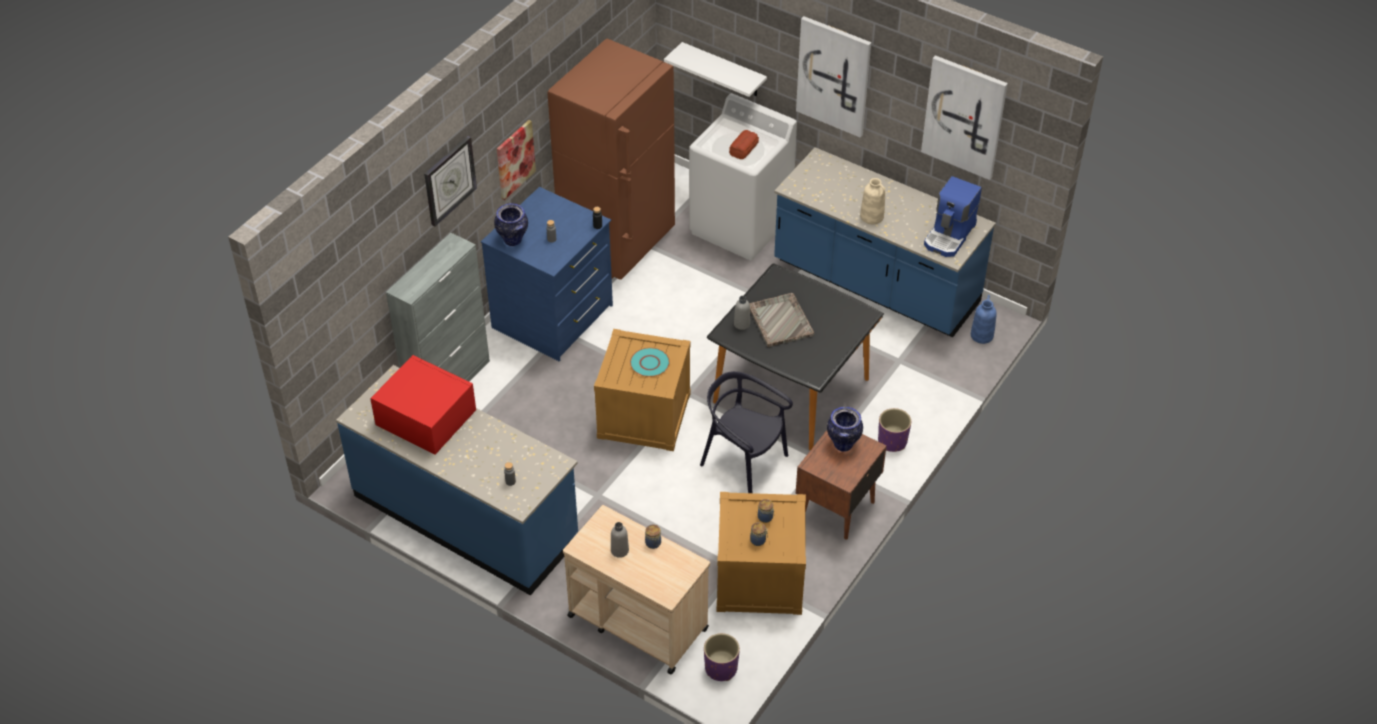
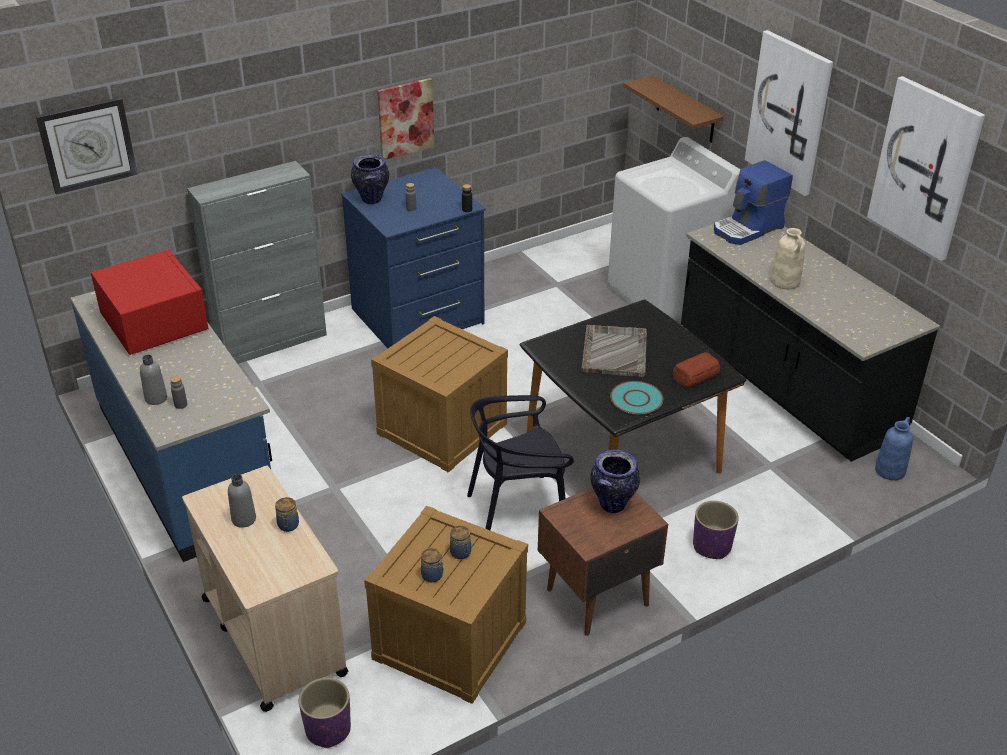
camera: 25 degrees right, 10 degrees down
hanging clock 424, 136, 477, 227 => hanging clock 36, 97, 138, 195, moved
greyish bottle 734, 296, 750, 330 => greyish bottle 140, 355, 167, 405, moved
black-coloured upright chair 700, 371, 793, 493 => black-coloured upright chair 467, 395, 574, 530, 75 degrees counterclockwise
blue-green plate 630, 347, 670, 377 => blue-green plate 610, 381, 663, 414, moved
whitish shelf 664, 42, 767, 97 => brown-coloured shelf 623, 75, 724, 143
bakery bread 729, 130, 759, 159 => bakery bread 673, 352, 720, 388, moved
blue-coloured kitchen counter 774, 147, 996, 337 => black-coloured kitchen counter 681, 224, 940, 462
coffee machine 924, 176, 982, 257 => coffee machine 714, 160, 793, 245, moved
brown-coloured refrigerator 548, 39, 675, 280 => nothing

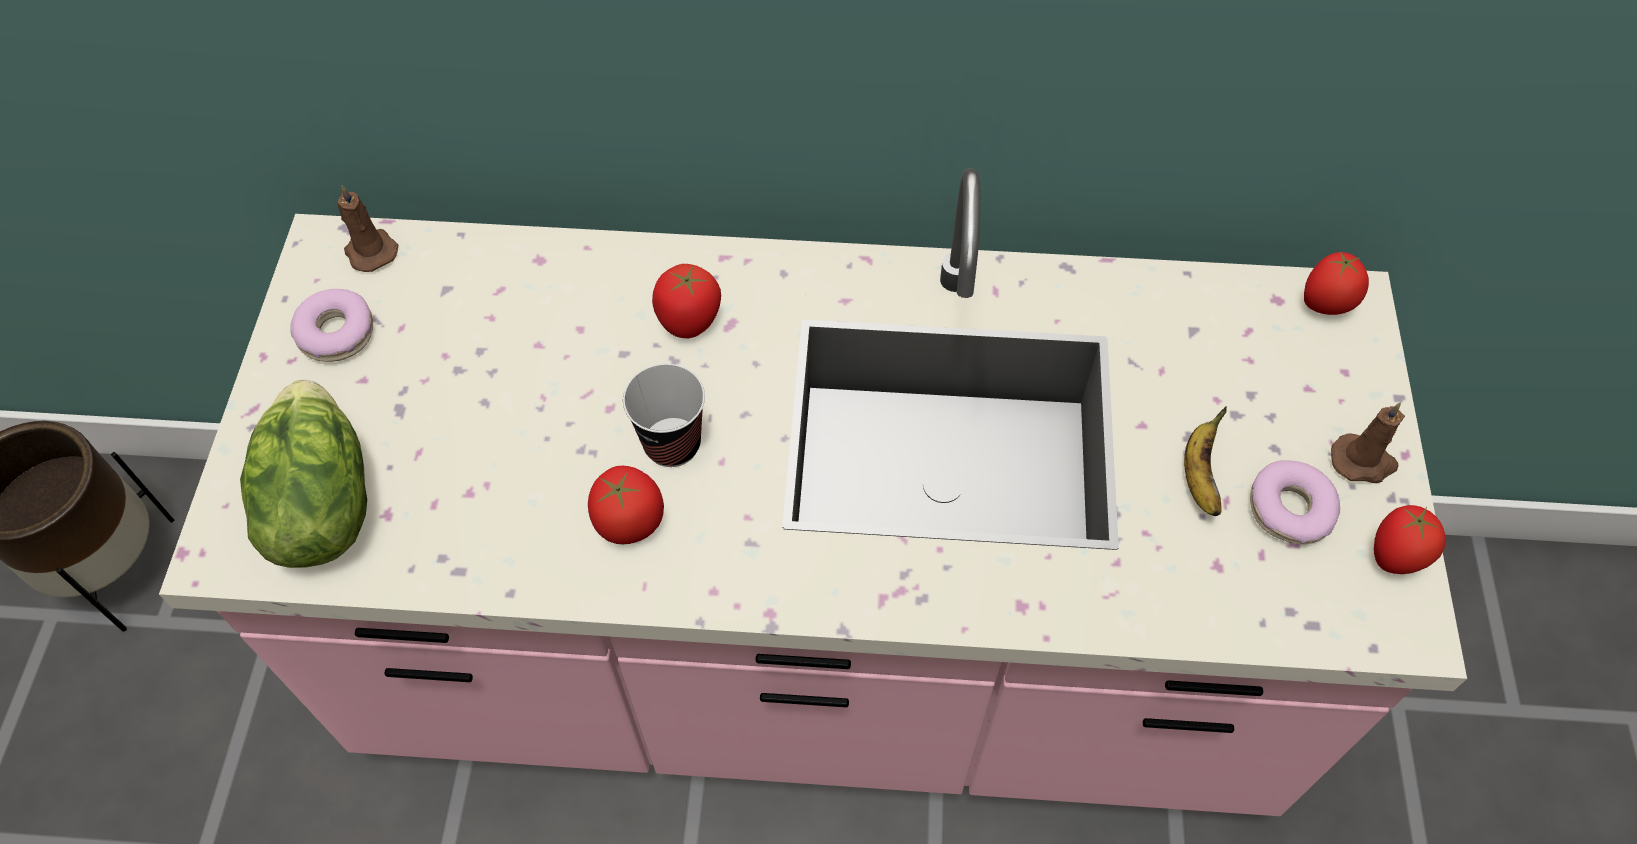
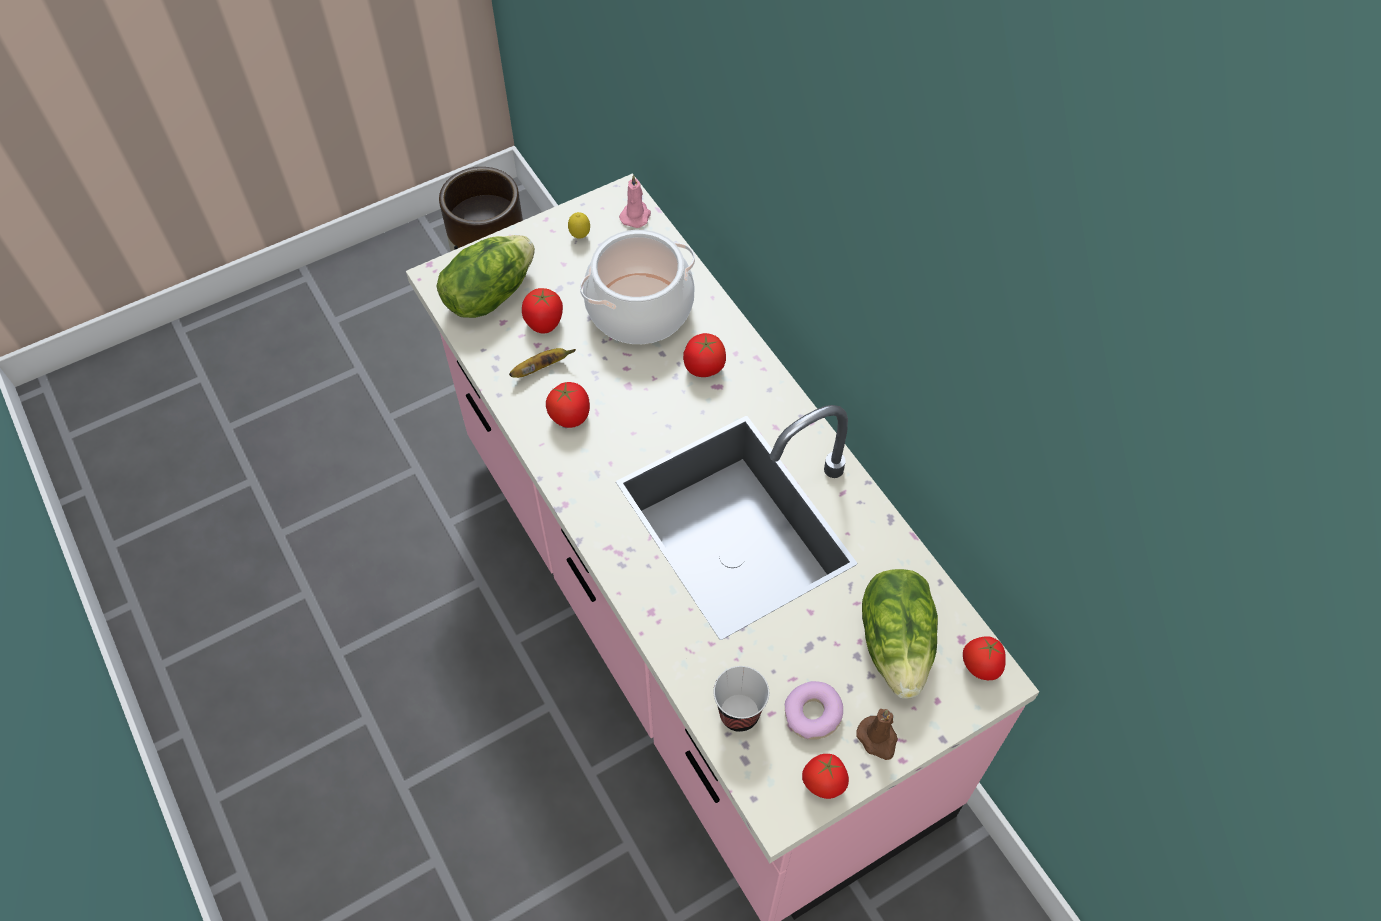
camera: 55 degrees right, 0 degrees up
banana 1184, 406, 1227, 516 => banana 509, 348, 576, 378, moved
nothing => fresh tomato 522, 288, 563, 334
ring doughnut 291, 289, 373, 362 => citrus fruit 568, 212, 590, 239
nothing => stockpot 580, 230, 695, 344
brown-coloured candle 337, 185, 398, 272 => pink-coloured candle 619, 174, 651, 228
drinking cup 623, 364, 705, 467 => drinking cup 713, 666, 769, 732, moved
nothing => head of lettuce 862, 569, 938, 699

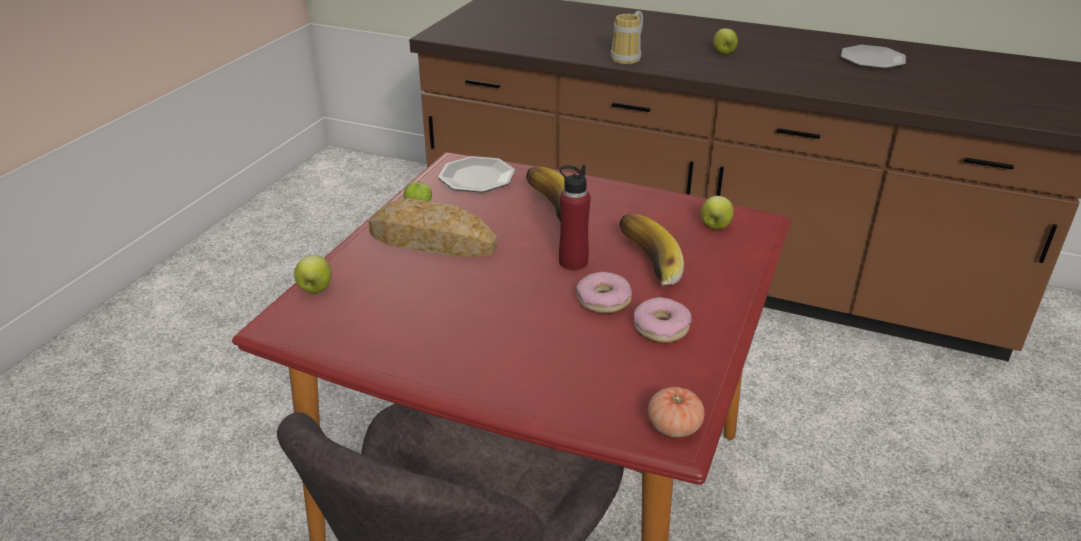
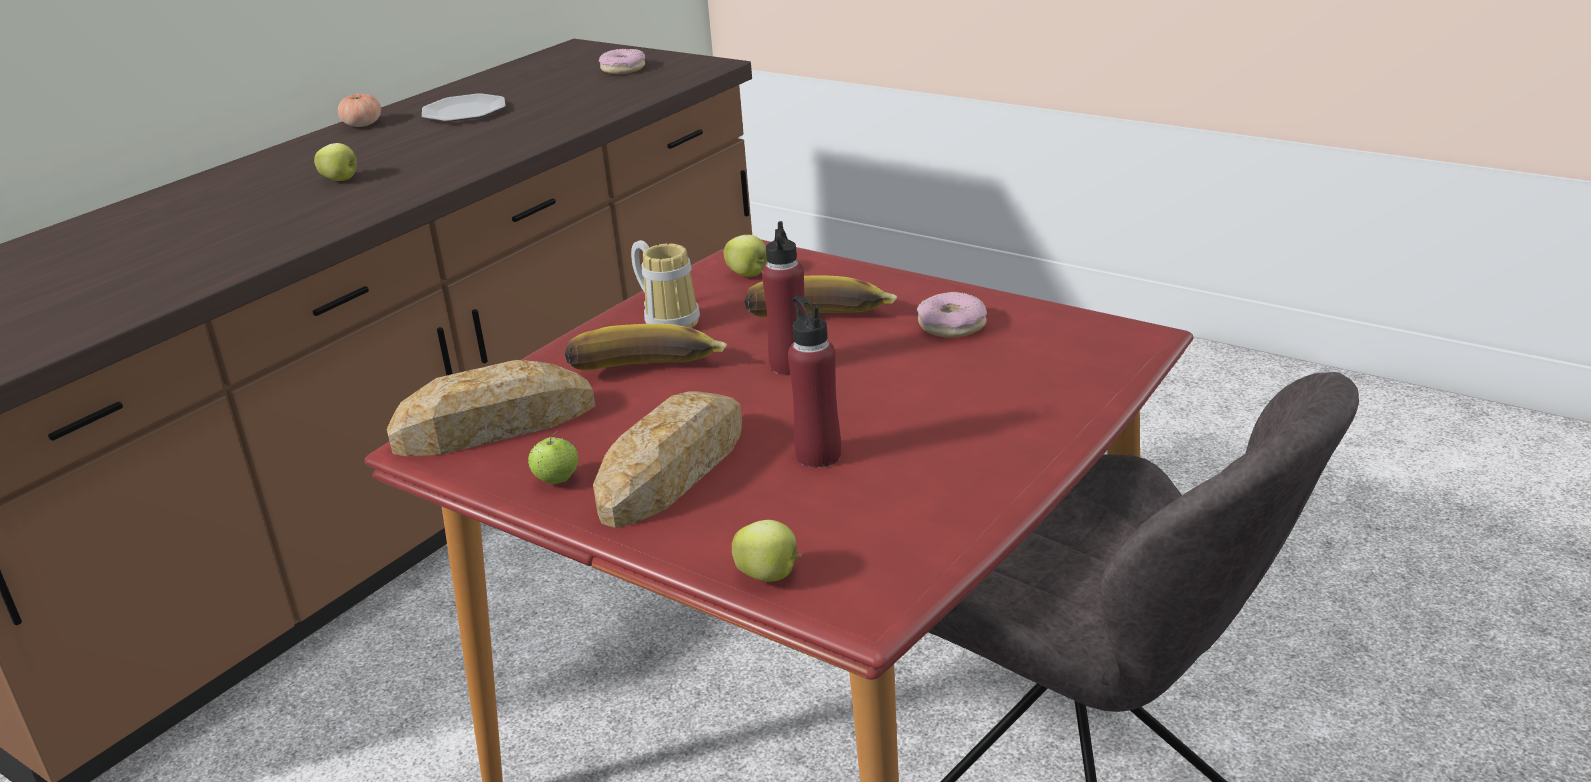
camera: 75 degrees left, 5 degrees down
fresh tomato 648, 387, 704, 437 => fresh tomato 338, 94, 381, 127, moved
plate 438, 156, 515, 193 => bakery bread 387, 360, 595, 456
ring doughnut 576, 272, 632, 313 => ring doughnut 599, 49, 645, 74, moved
mug 611, 11, 643, 64 => mug 631, 240, 700, 328, moved
nothing => red bottle 788, 295, 841, 468

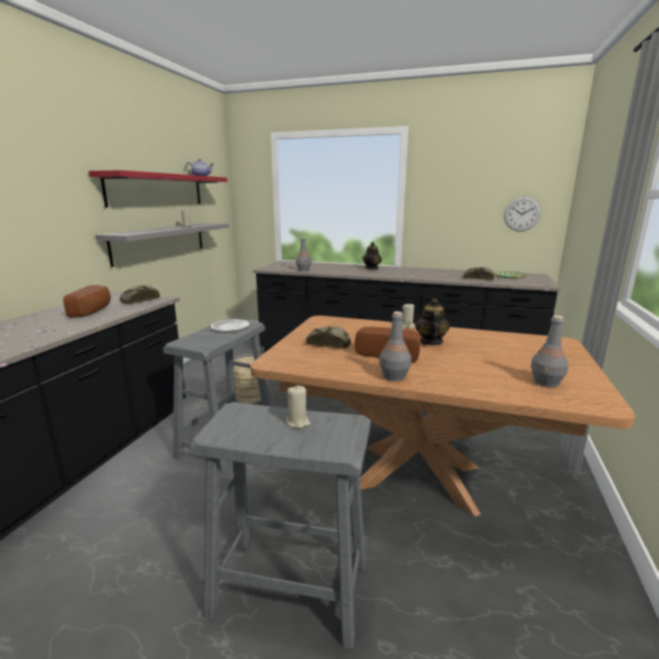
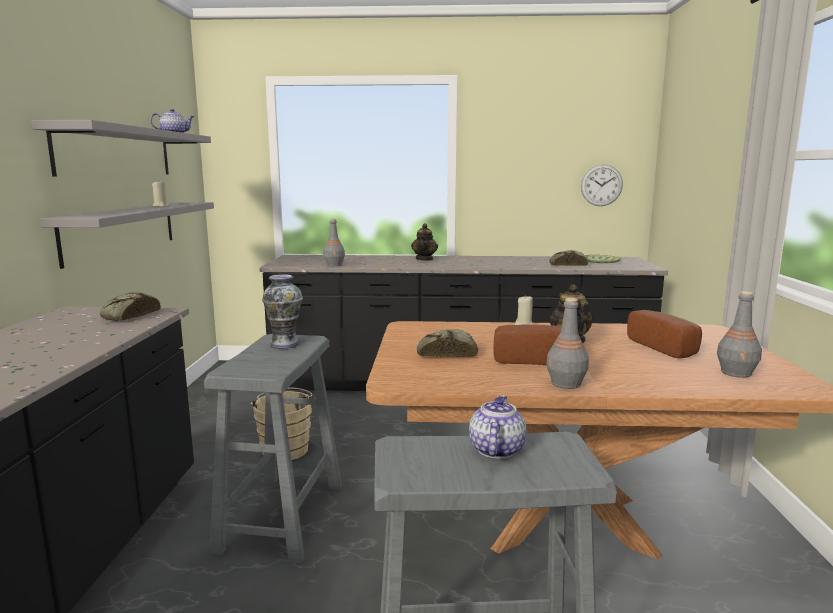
camera: 15 degrees left, 5 degrees down
red shelf 89, 170, 227, 208 => greyish shelf 31, 120, 211, 177
plate 211, 319, 250, 332 => decorative vase 262, 274, 303, 349
beige-coloured candle 286, 385, 310, 428 => teapot 469, 395, 526, 459
bakery bread 63, 285, 111, 317 => bakery bread 627, 310, 702, 358, moved

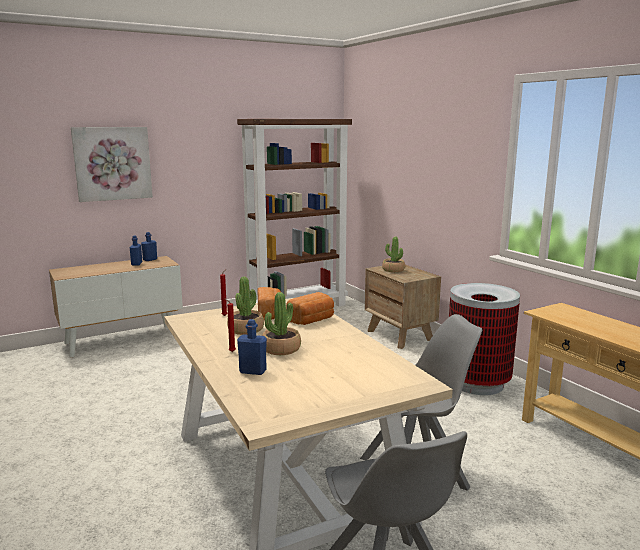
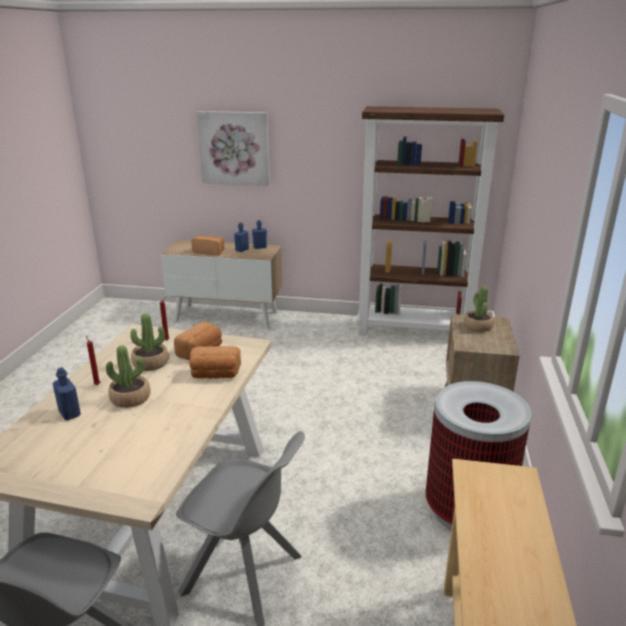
camera: 40 degrees right, 10 degrees up
nothing => bakery bread 191, 235, 224, 255

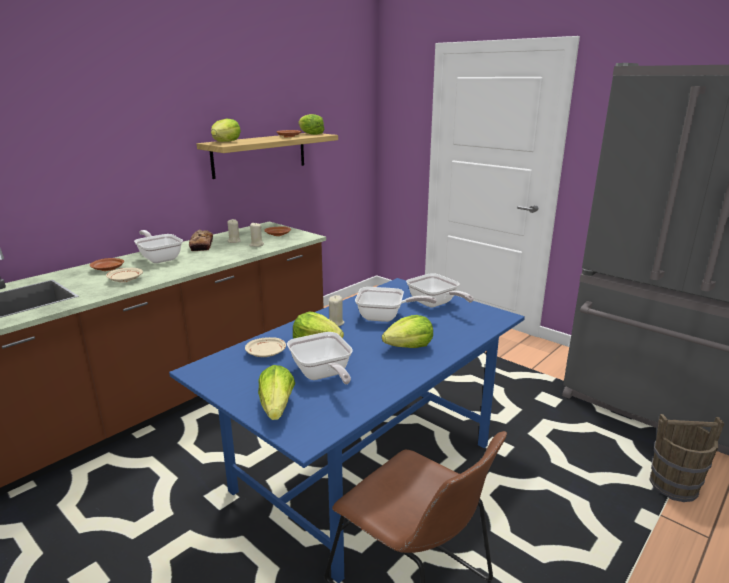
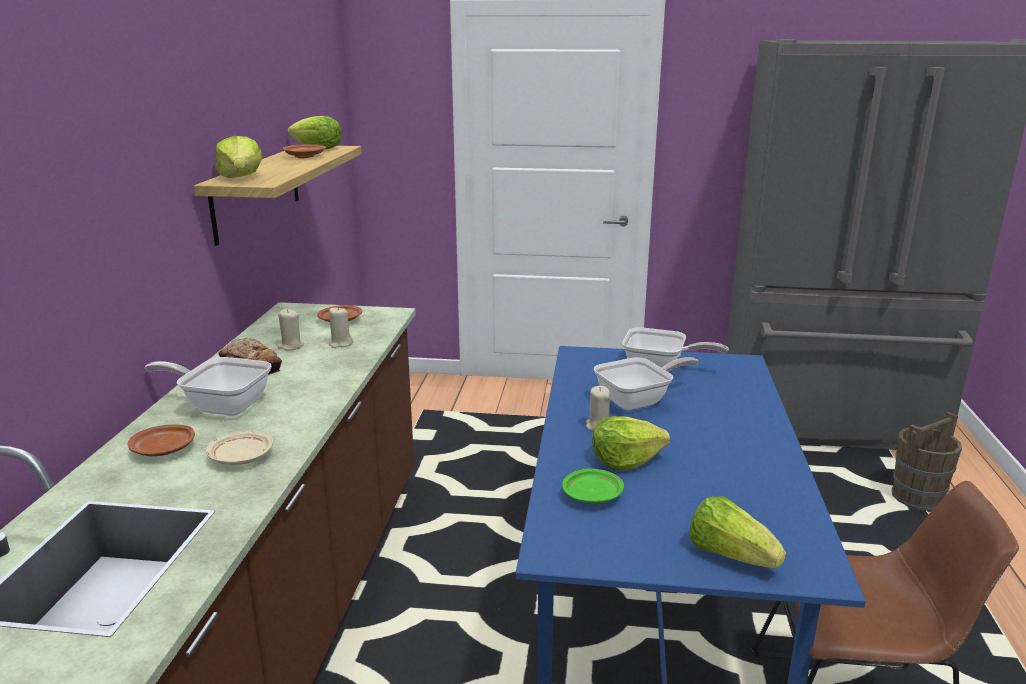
camera: 35 degrees left, 0 degrees up
beige-coloured plate 245, 337, 286, 357 => green-coloured plate 562, 468, 624, 503
pan 287, 332, 353, 384 => nothing
head of lettuce 382, 315, 433, 348 => nothing

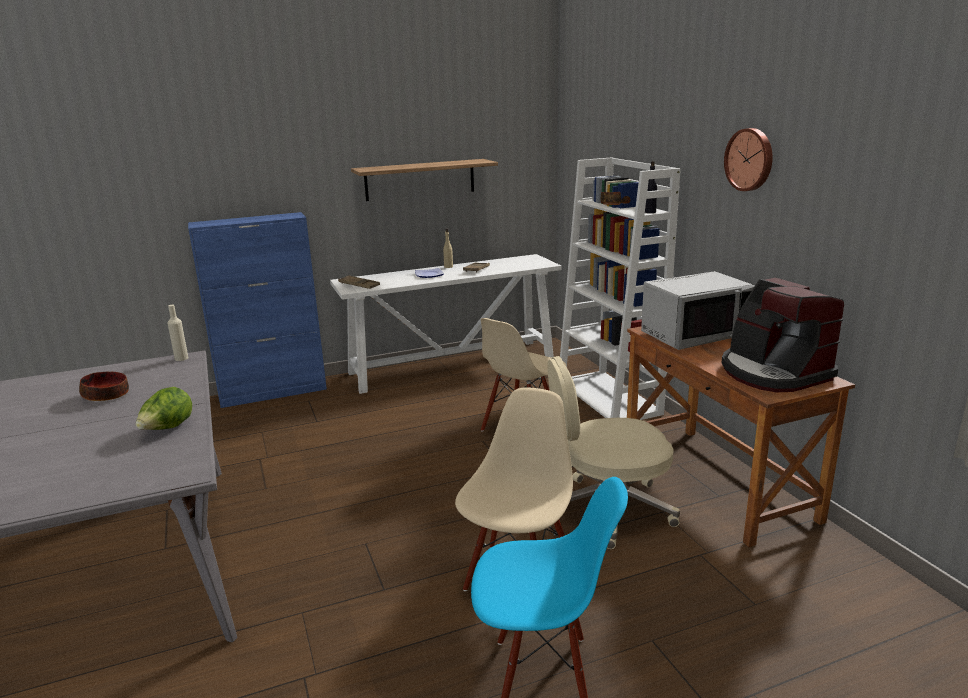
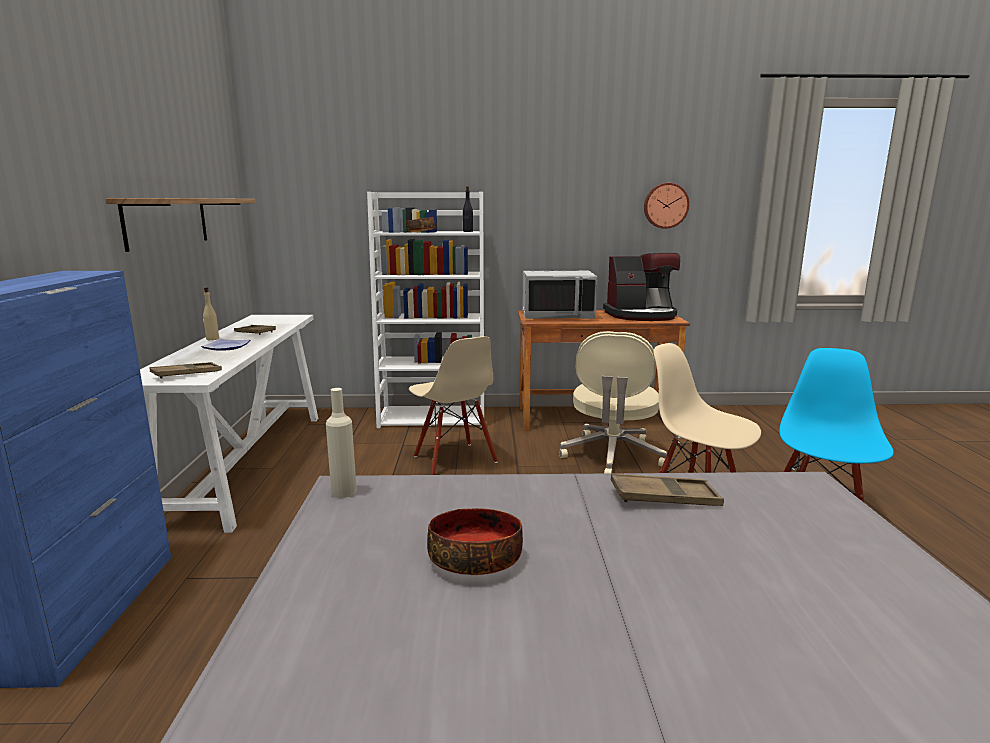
camera: 70 degrees left, 5 degrees down
greyish microwave oven 641, 271, 755, 350 => greyish microwave oven 522, 271, 597, 319, 90 degrees clockwise
head of lettuce 136, 387, 192, 430 => brown-coloured carrying tray 611, 473, 724, 506
hanging clock 724, 128, 773, 191 => hanging clock 644, 183, 689, 229, moved

